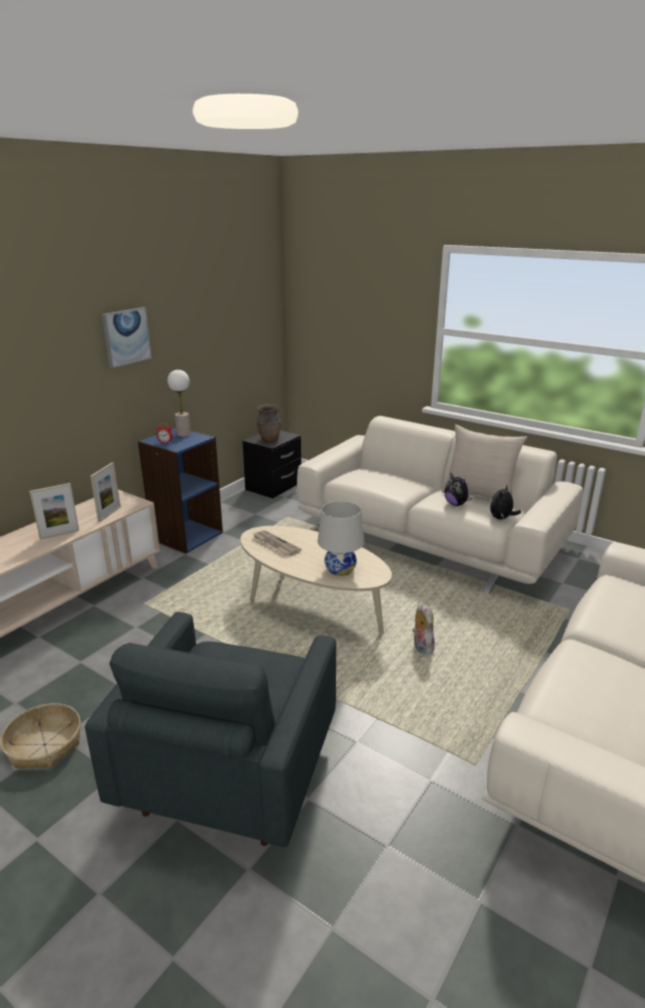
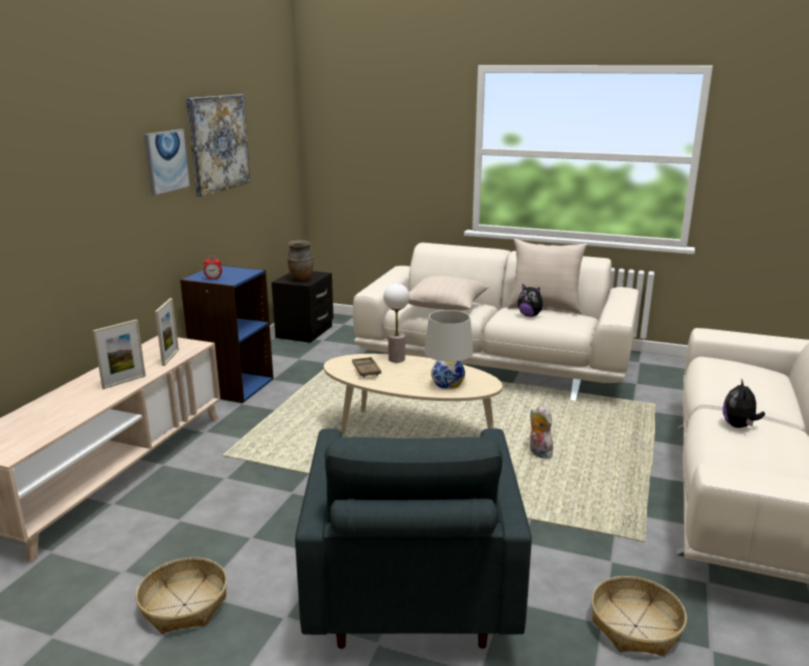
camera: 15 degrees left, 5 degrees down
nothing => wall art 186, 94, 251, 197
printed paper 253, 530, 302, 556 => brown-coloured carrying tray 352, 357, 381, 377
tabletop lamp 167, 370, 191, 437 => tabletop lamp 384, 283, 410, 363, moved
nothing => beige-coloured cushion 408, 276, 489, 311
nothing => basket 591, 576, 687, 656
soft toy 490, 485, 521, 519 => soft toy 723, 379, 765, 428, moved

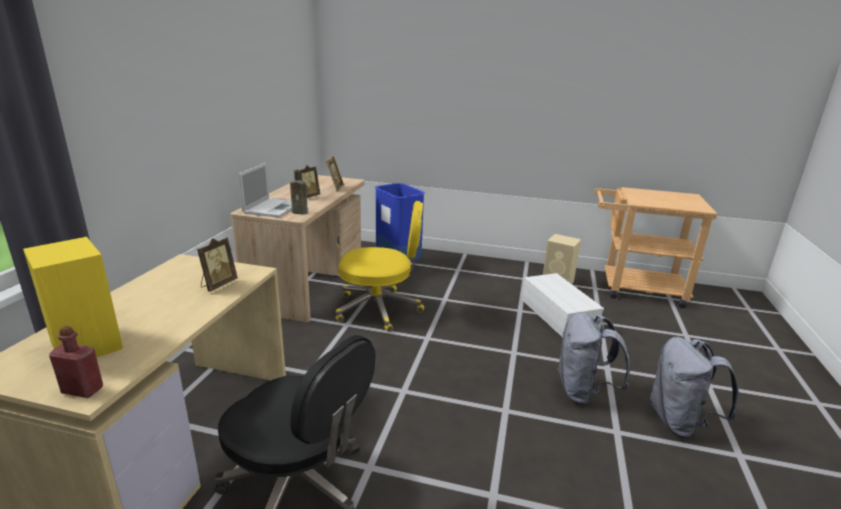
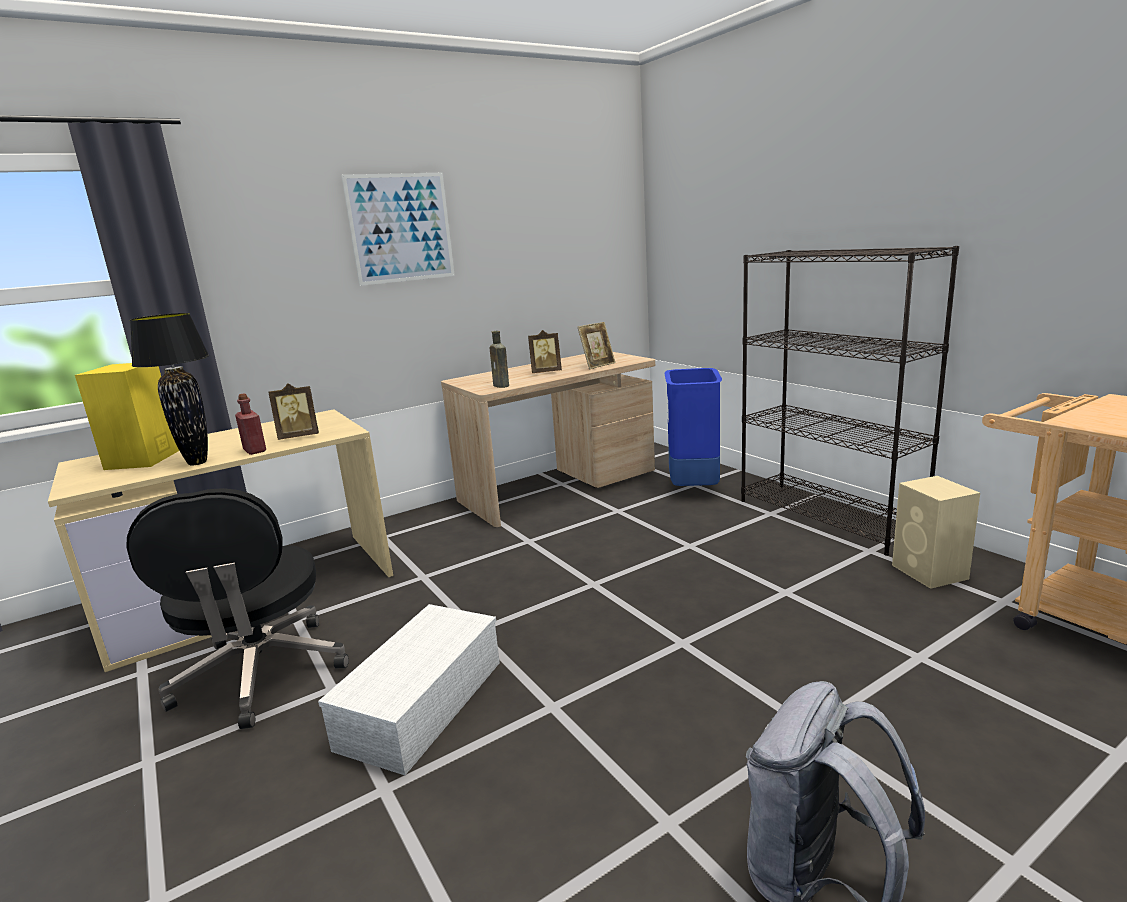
camera: 45 degrees right, 5 degrees down
nothing => black-coloured tabletop lamp 130, 313, 209, 465
red bottle 49, 326, 103, 398 => red bottle 235, 393, 266, 455, moved
whitish storage container 522, 273, 604, 338 => whitish storage container 318, 604, 500, 775, moved
nothing => wall art 341, 173, 455, 286
nothing => black-coloured bookcase 741, 246, 959, 556
laptop 238, 163, 292, 218 => nothing
yellow desk chair 335, 201, 424, 332 => nothing
greyish rucksack 557, 312, 630, 405 => nothing

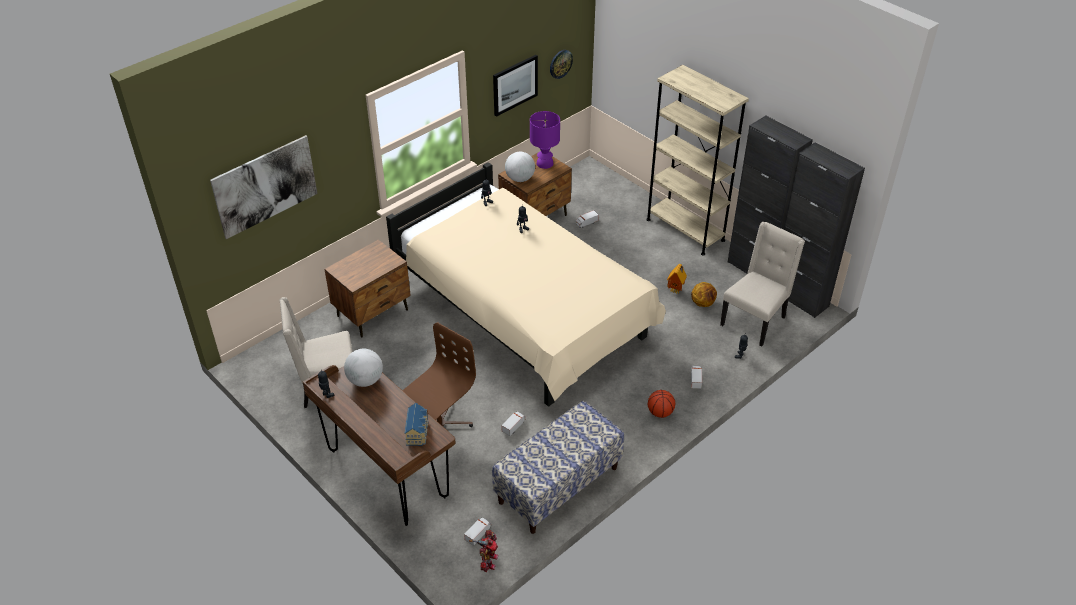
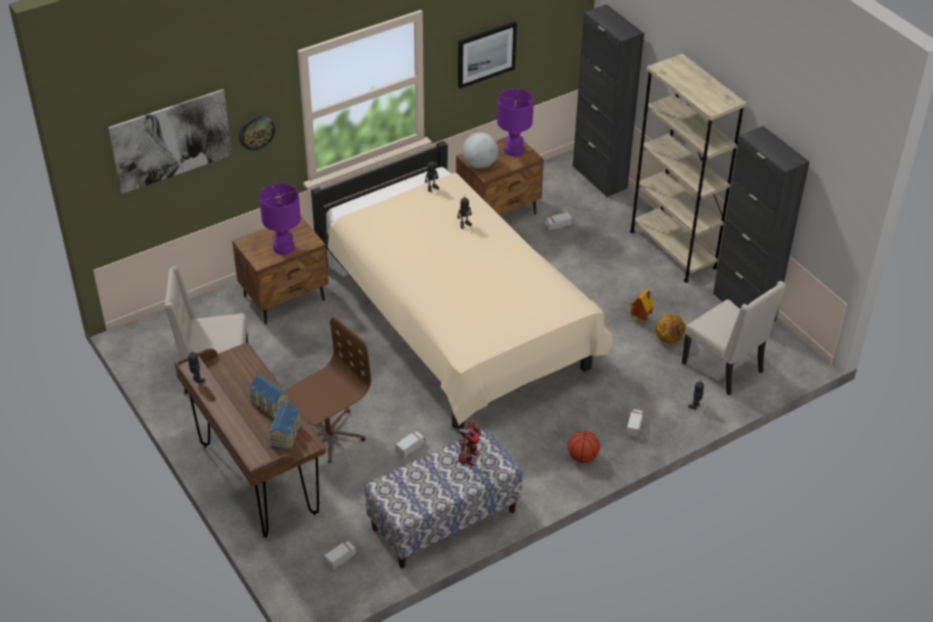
camera: 10 degrees right, 0 degrees up
hanging clock 550, 50, 573, 79 => hanging clock 239, 115, 275, 151, moved
nothing => toy house 249, 376, 289, 419
nothing => purple tabletop lamp 259, 183, 301, 255
robot figure 469, 530, 498, 572 => robot figure 450, 421, 481, 466, moved
black-coloured storage cabinet 783, 142, 865, 318 => black-coloured storage cabinet 573, 4, 644, 197, moved
beige-coloured upright chair 720, 222, 805, 347 => beige-coloured upright chair 682, 281, 786, 395, 90 degrees clockwise
globe 344, 349, 383, 387 => nothing

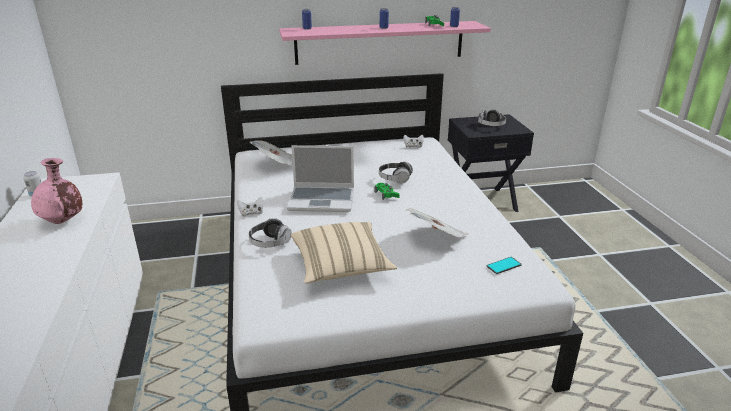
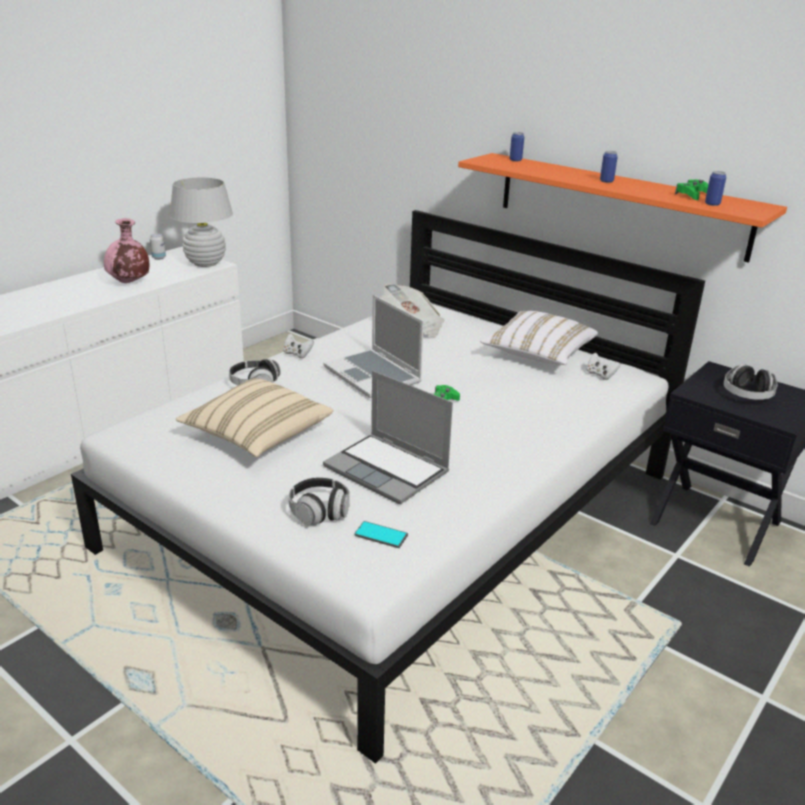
camera: 50 degrees right, 0 degrees up
nothing => whitish tabletop lamp 170, 177, 233, 267
headset 379, 162, 413, 184 => headset 289, 477, 350, 525, moved
printed paper 406, 208, 469, 238 => laptop 323, 371, 453, 504
pink-coloured shelf 279, 21, 491, 65 => orange-coloured shelf 458, 153, 787, 263
nothing => whitish cushion 480, 311, 598, 365

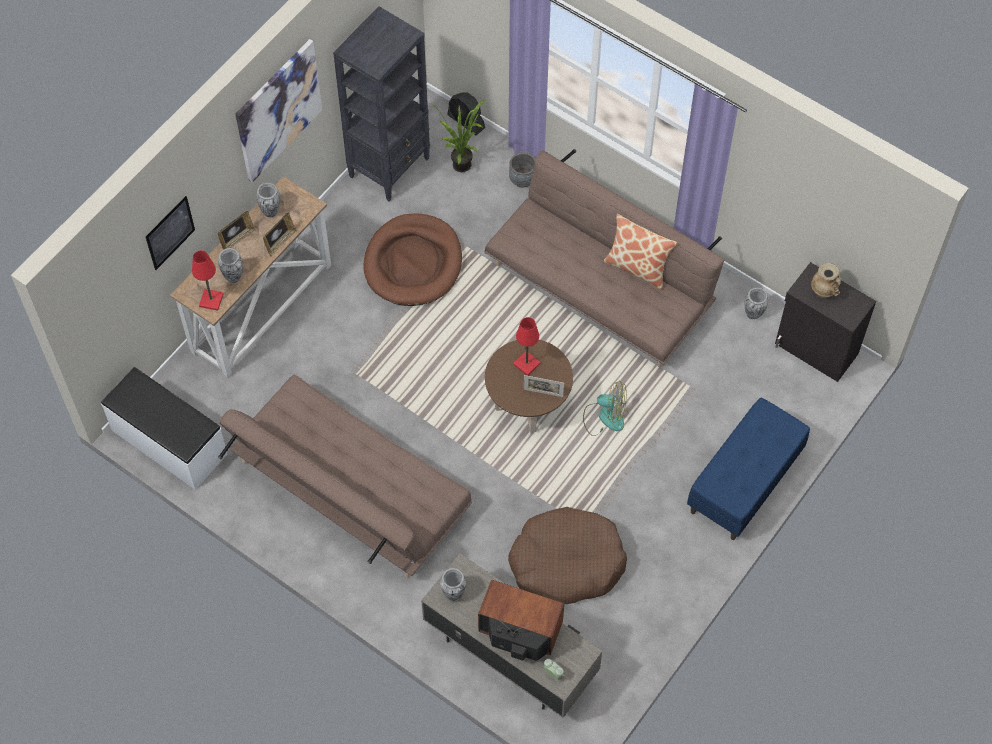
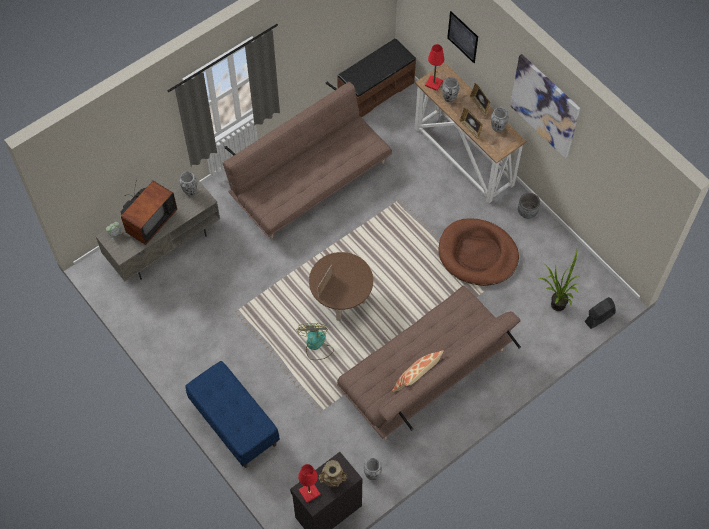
camera: 105 degrees right, 0 degrees up
electric fan 583, 381, 627, 436 => electric fan 297, 323, 334, 360, 150 degrees clockwise
red tabletop lamp 513, 317, 541, 376 => red tabletop lamp 298, 464, 321, 503, moved
whitish long seat 101, 367, 227, 490 => brown-coloured long seat 337, 38, 416, 117
greyish plant pot 509, 152, 536, 188 => greyish plant pot 518, 193, 540, 219, moved
black-coloured bookcase 333, 6, 430, 202 => nothing
brown-coloured dog bed 508, 507, 627, 604 => nothing

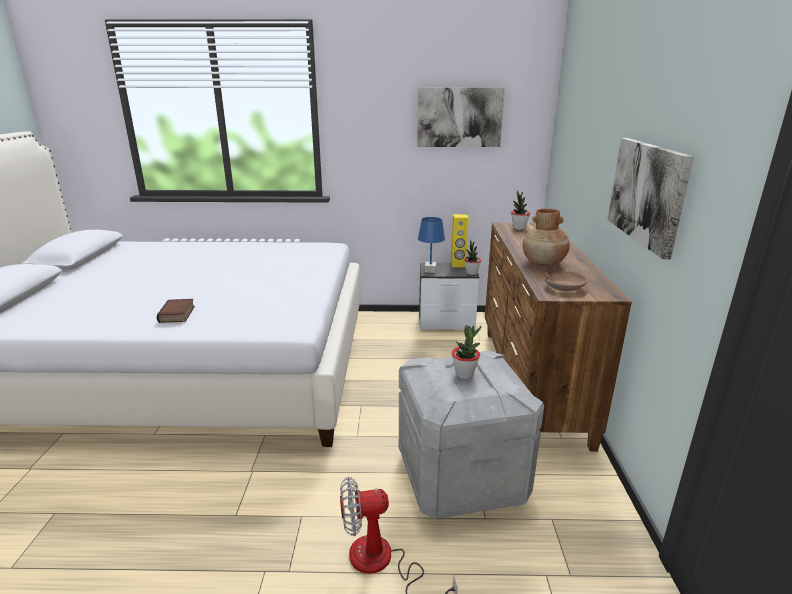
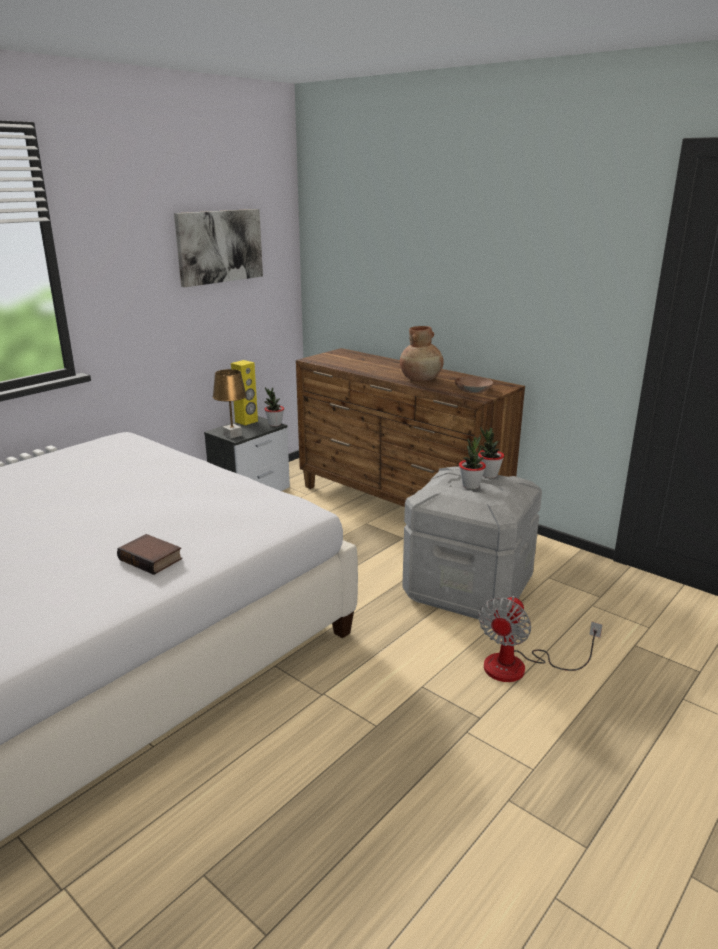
camera: 50 degrees left, 0 degrees up
blue-coloured tabletop lamp 418, 217, 445, 273 => brown-coloured tabletop lamp 212, 369, 247, 438
plant in a pot 511, 190, 530, 230 => plant in a pot 478, 427, 504, 478, moved
wall art 608, 138, 694, 259 => nothing

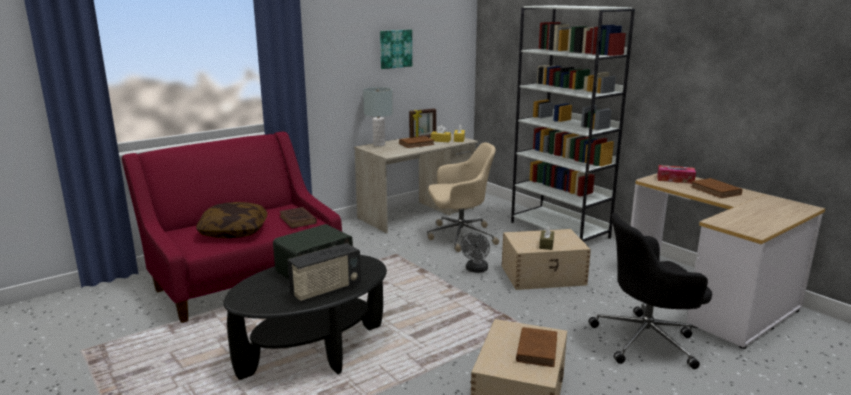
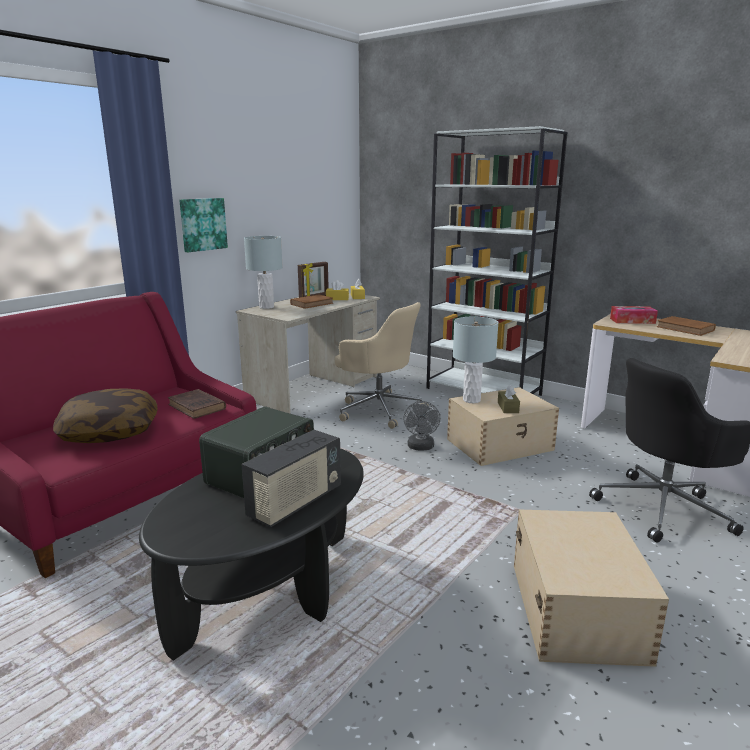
camera: 15 degrees left, 0 degrees up
wall art 380, 30, 412, 69 => wall art 179, 198, 228, 252, moved
beige-coloured desk chair 427, 142, 499, 252 => beige-coloured desk chair 335, 302, 428, 429, 60 degrees clockwise
nothing => greyish tabletop lamp 453, 317, 499, 403
brown-coloured volume 516, 327, 557, 367 => nothing

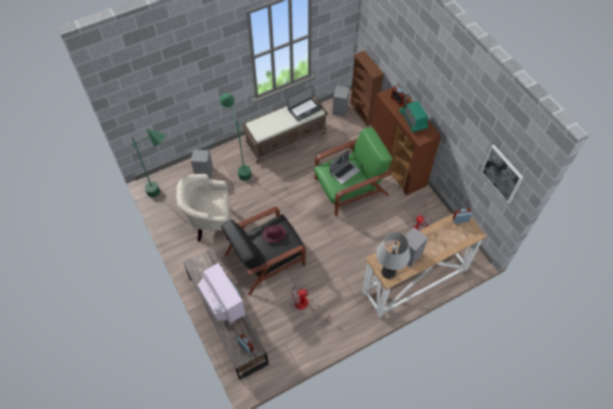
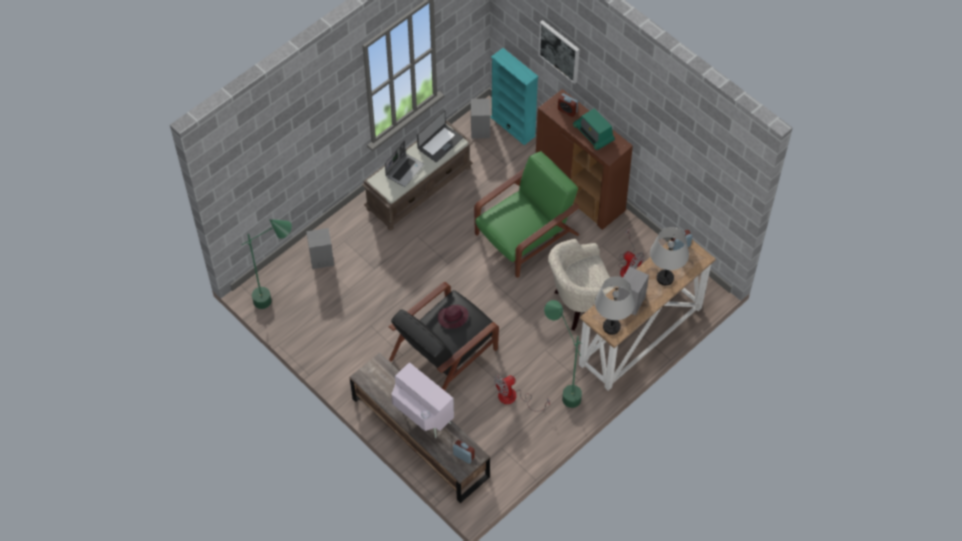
camera: 15 degrees left, 0 degrees up
laptop 330, 150, 360, 184 => laptop 385, 140, 424, 187, moved
brown-coloured bookcase 350, 50, 384, 126 => blue-green bookcase 490, 48, 539, 145
wall art 481, 145, 524, 204 => wall art 538, 20, 580, 84, moved
green-coloured standing lamp 220, 93, 252, 181 => green-coloured standing lamp 544, 300, 582, 408, moved
beige-coloured easy chair 176, 174, 230, 242 => beige-coloured easy chair 548, 239, 615, 330, moved
nothing => greyish tabletop lamp 650, 227, 689, 285

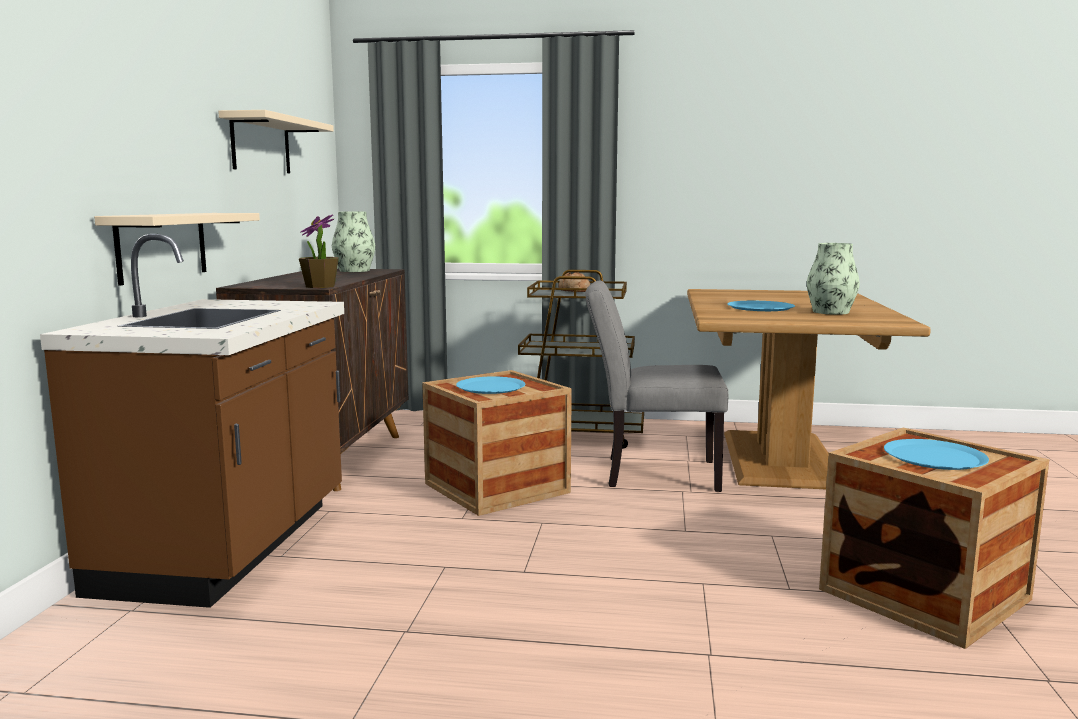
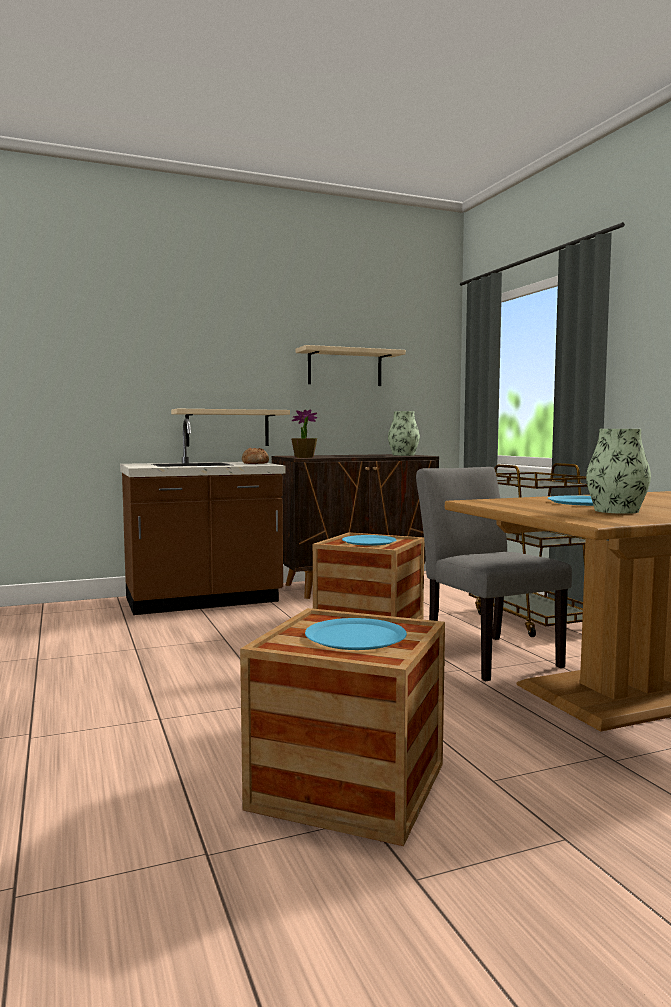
camera: 60 degrees right, 5 degrees down
bakery bread 558, 272, 590, 292 => bakery bread 242, 448, 269, 464, moved

